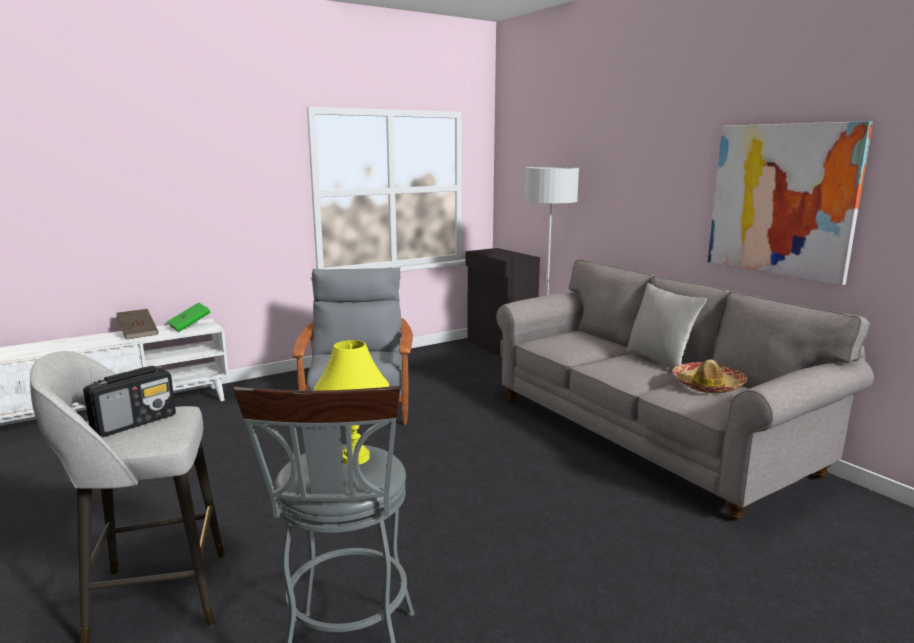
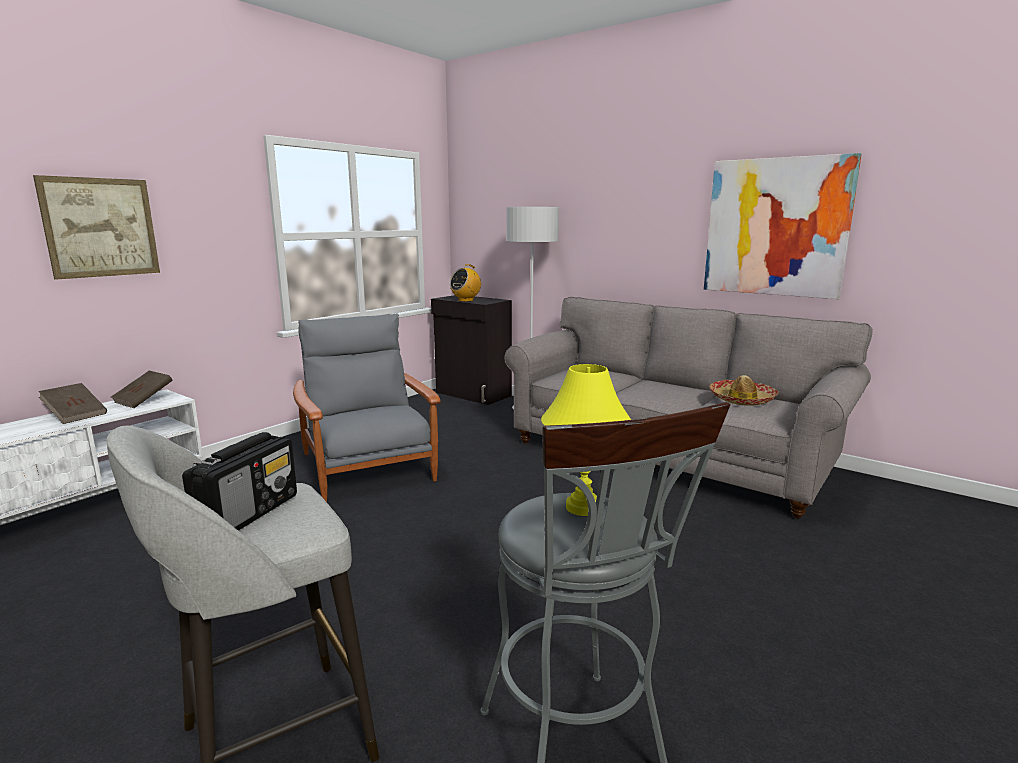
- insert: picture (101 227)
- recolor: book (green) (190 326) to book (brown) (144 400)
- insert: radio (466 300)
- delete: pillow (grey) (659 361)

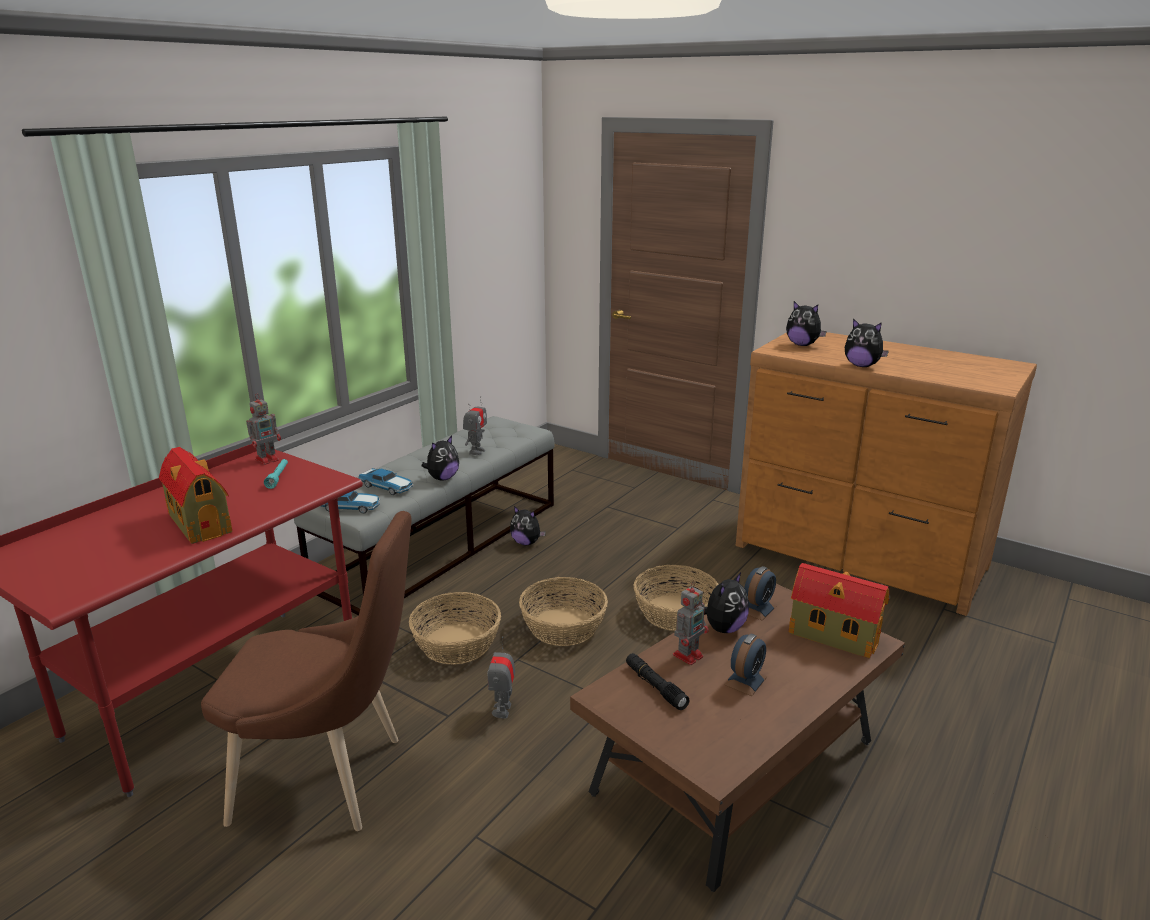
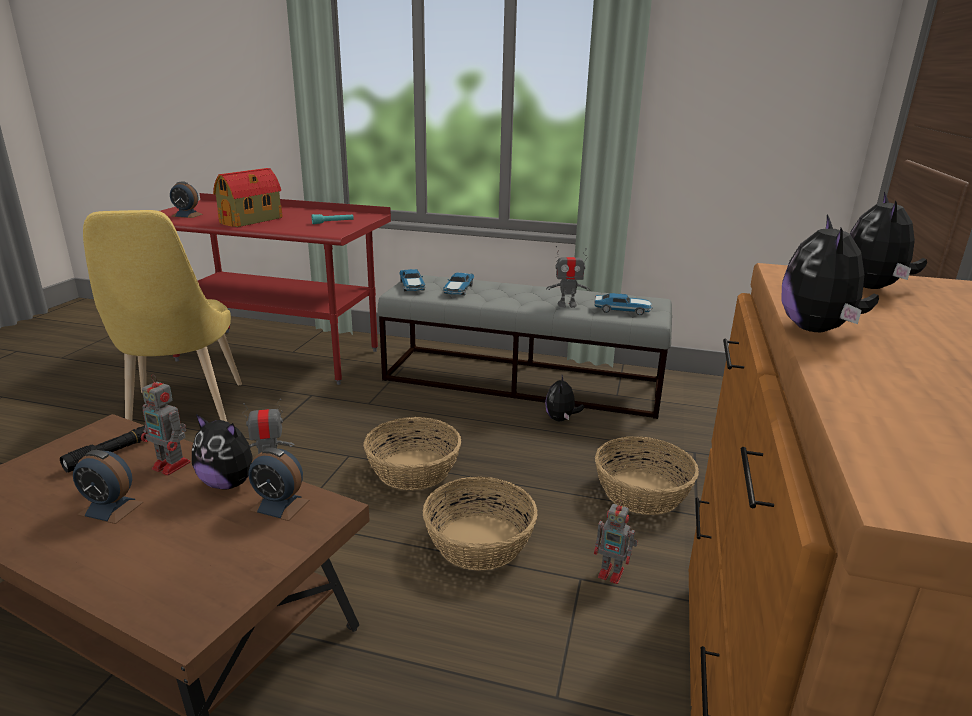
- recolor: chair (brown) (330 779) to chair (yellow) (183 413)
- insert: alarm clock (187 215)
- insert: toy car (622 310)
- move: toy robot (268 459) to (612 573)
- move: basket (457 643) to (642 492)
- delete: plush toy (442 478)
- delete: toy house (831 635)

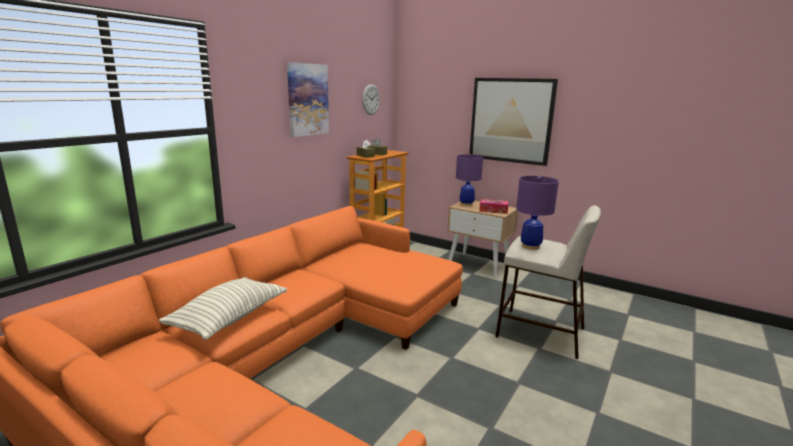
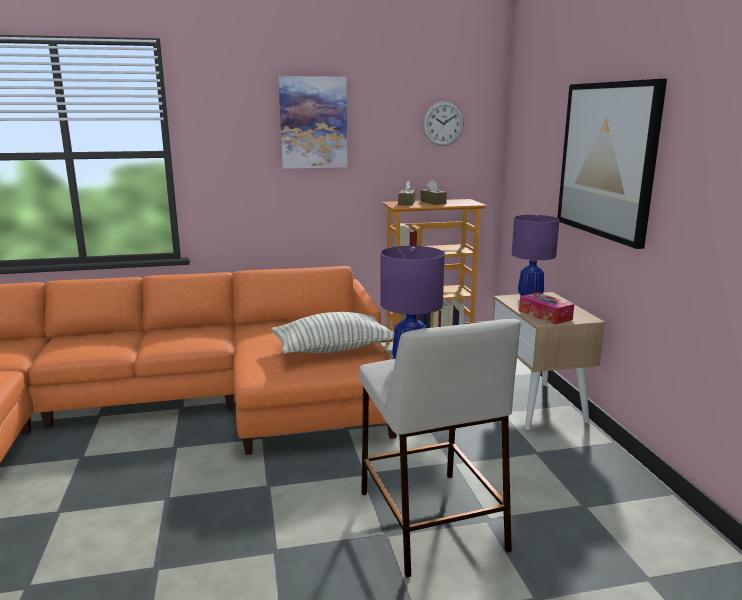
- move: pillow (229 318) to (333 349)

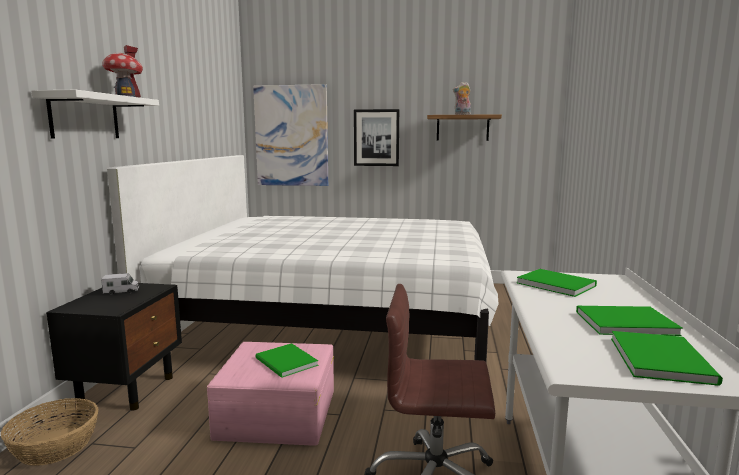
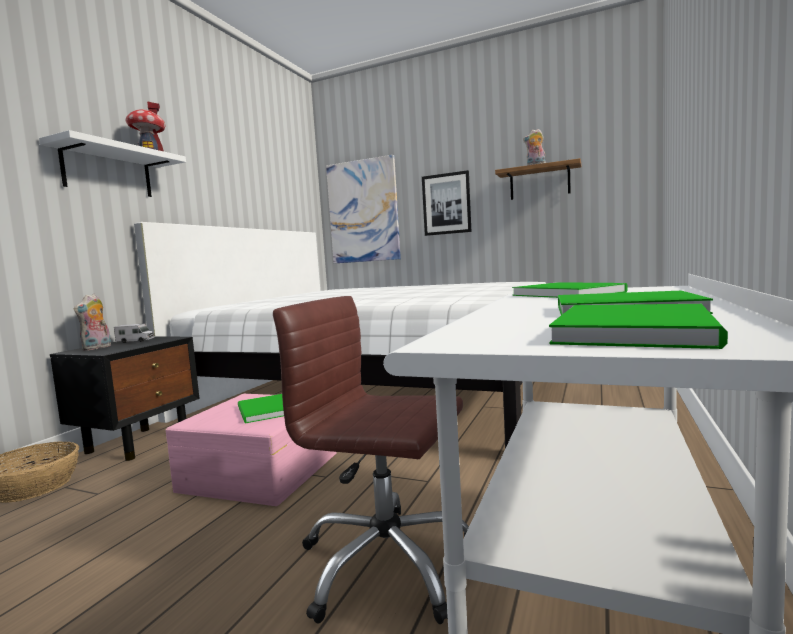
- insert: plush toy (97 348)

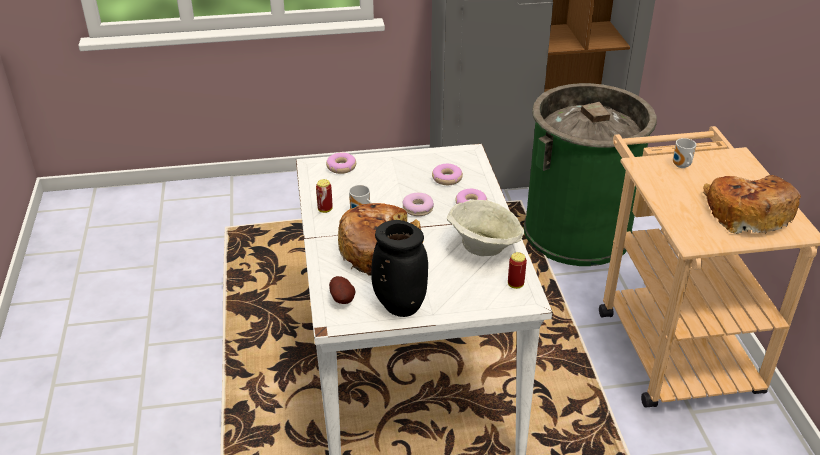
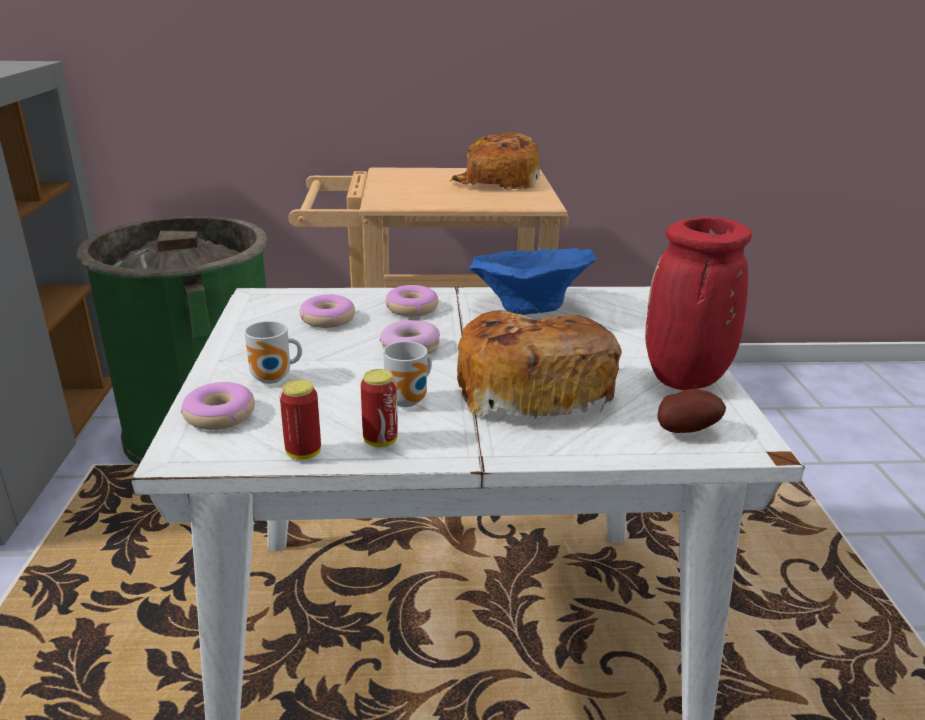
- move: mug (681 166) to (274 379)
- move: can (515 284) to (303 453)
- recolor: bowl (beige) (484 247) to bowl (blue) (528 309)
- recolor: vase (black) (398 305) to vase (red) (685 380)

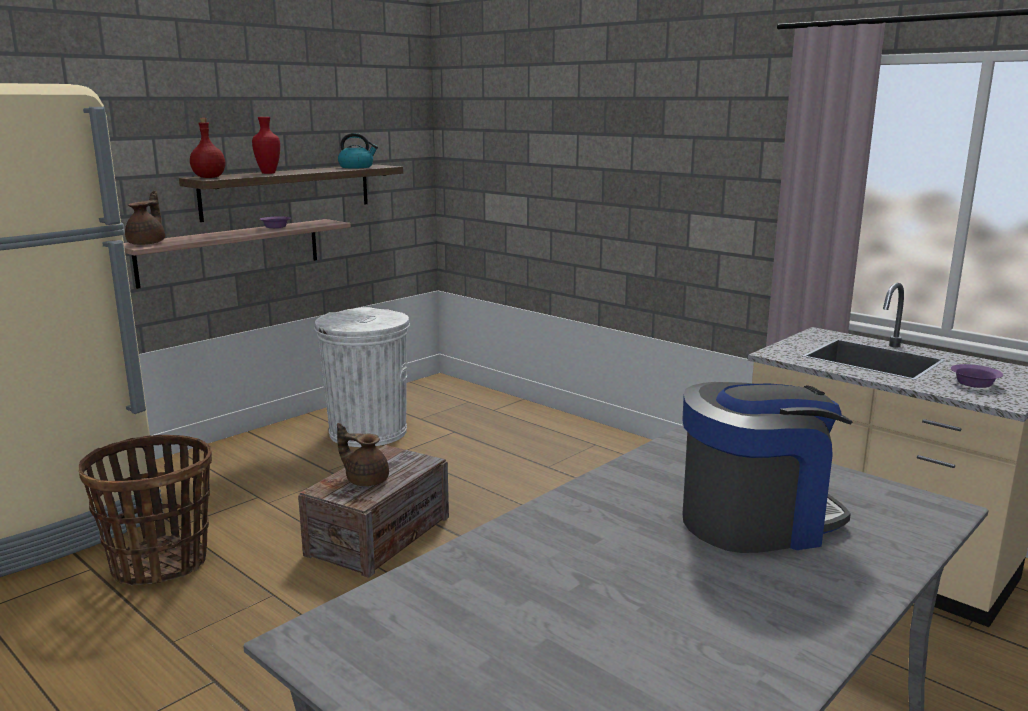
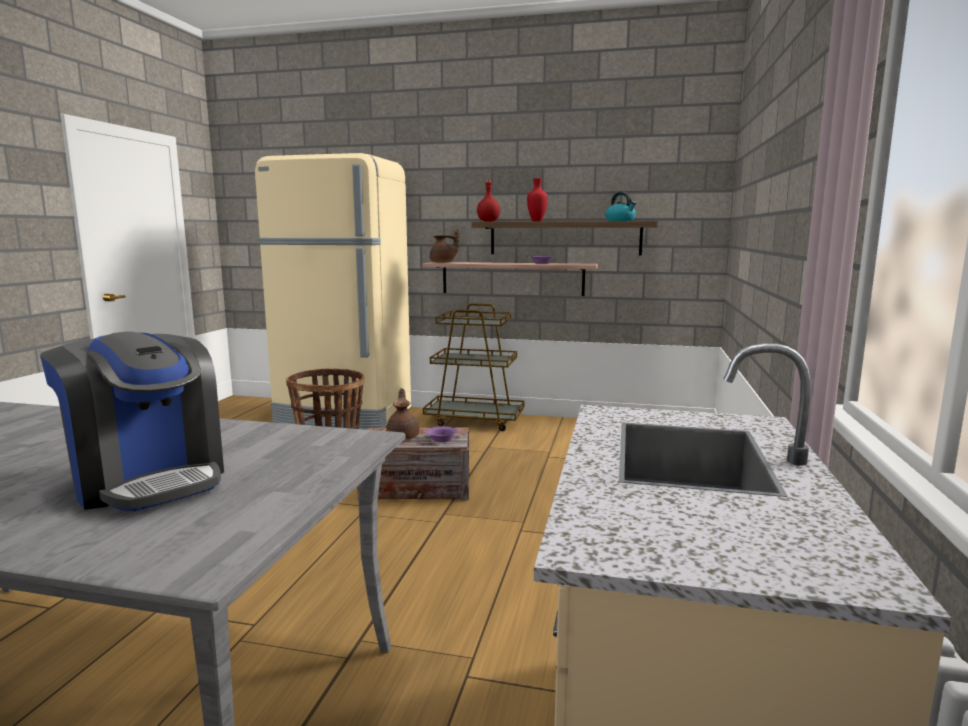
- insert: cart (brown) (475 420)
- move: bowl (purple) (975 384) to (441 439)
- delete: trash can (white) (368 432)

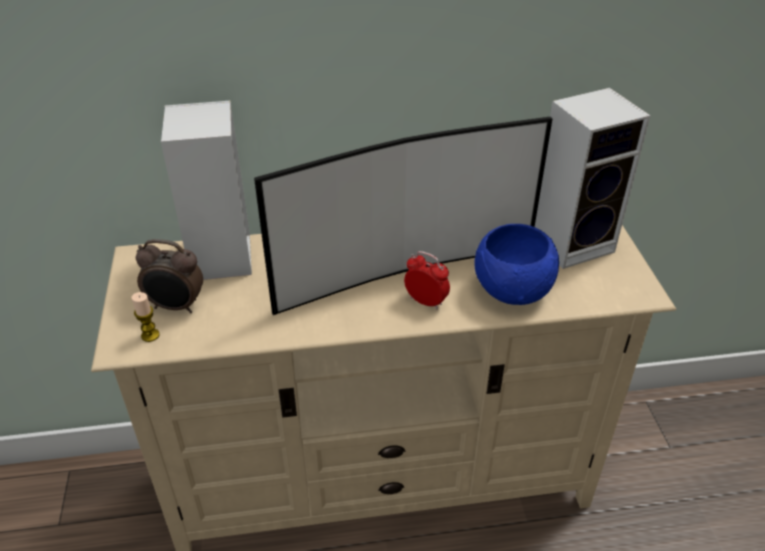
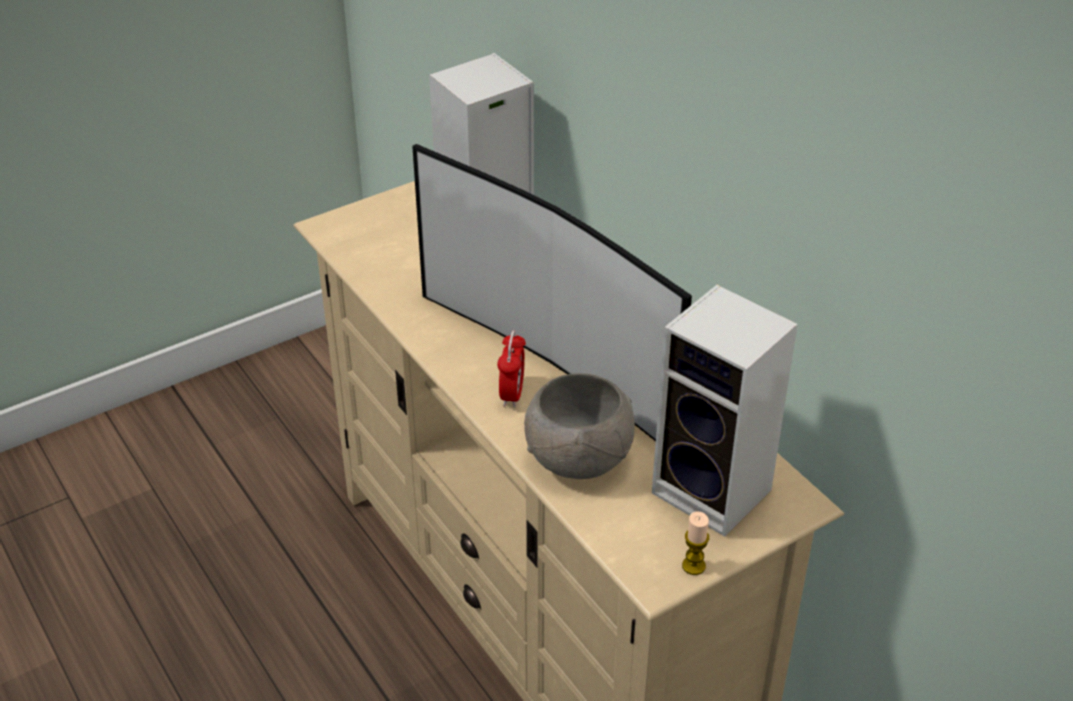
- recolor: bowl (blue) (512 289) to bowl (grey) (581 457)
- move: candle (150 335) to (693 566)
- delete: alarm clock (176 306)

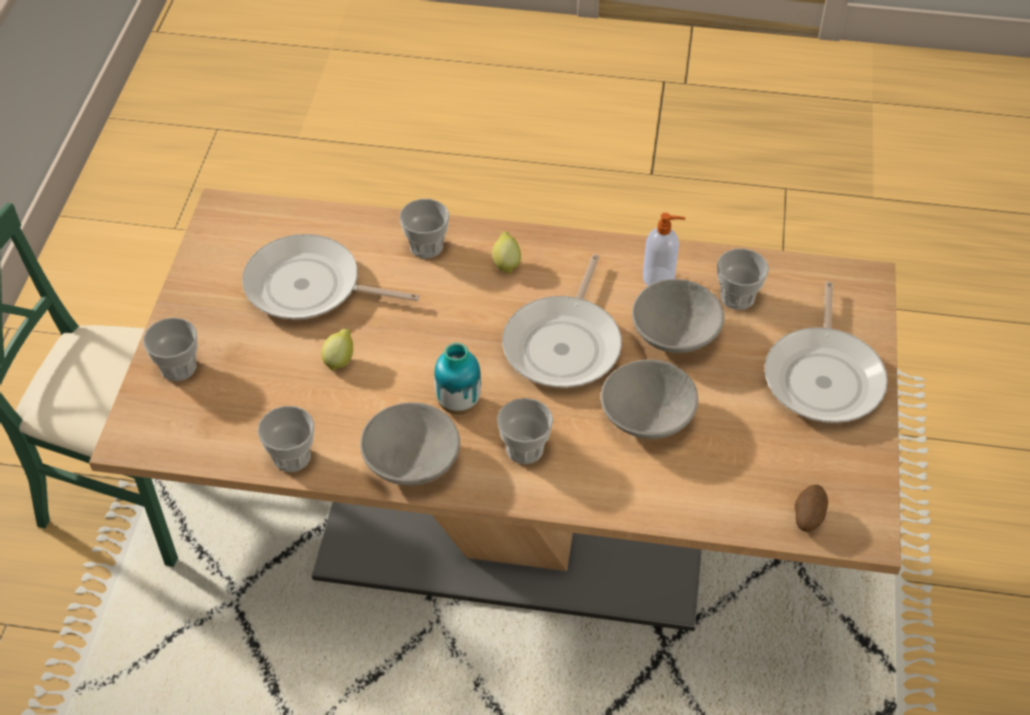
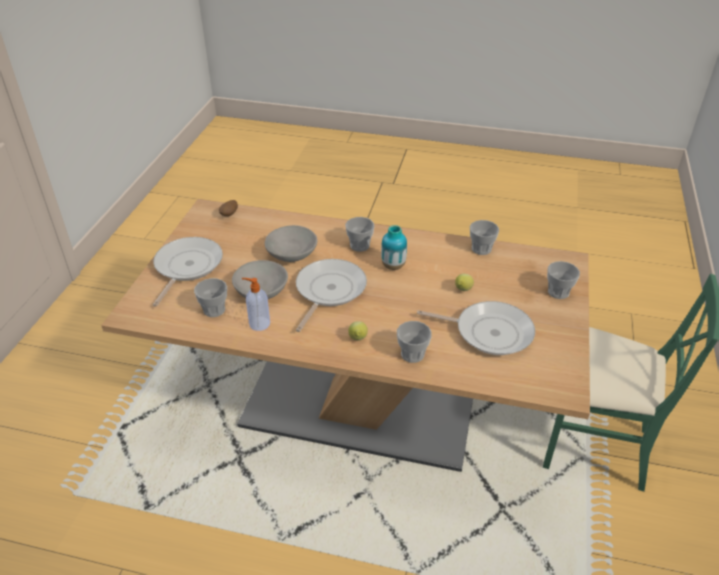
- delete: bowl (grey) (411 462)

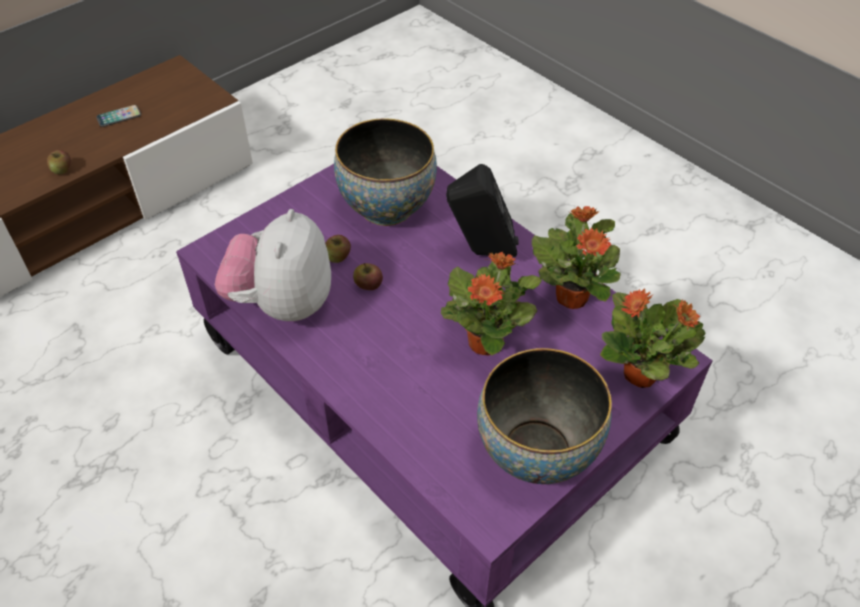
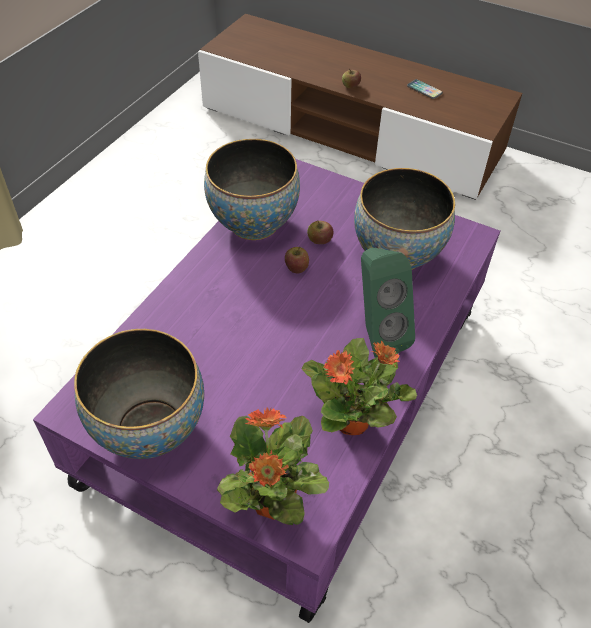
- replace: plush toy (282 303) to bowl (253 223)
- recolor: speaker (black) (480 252) to speaker (green) (376 334)
- delete: potted plant (485 342)

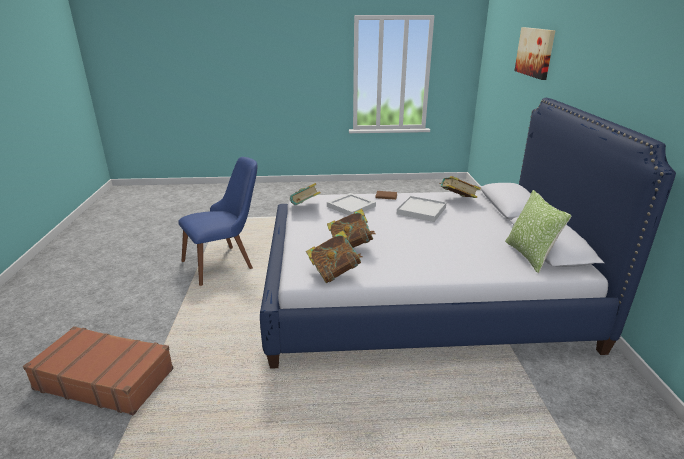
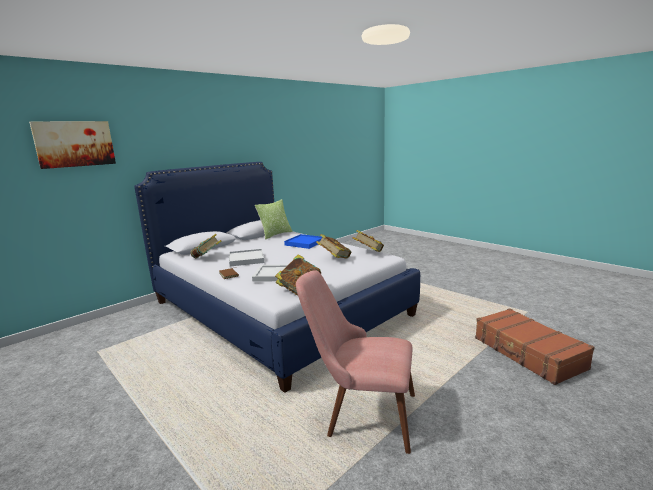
- insert: tray (blue) (304 243)
- recolor: chair (blue) (226 262) to chair (pink) (359 413)

